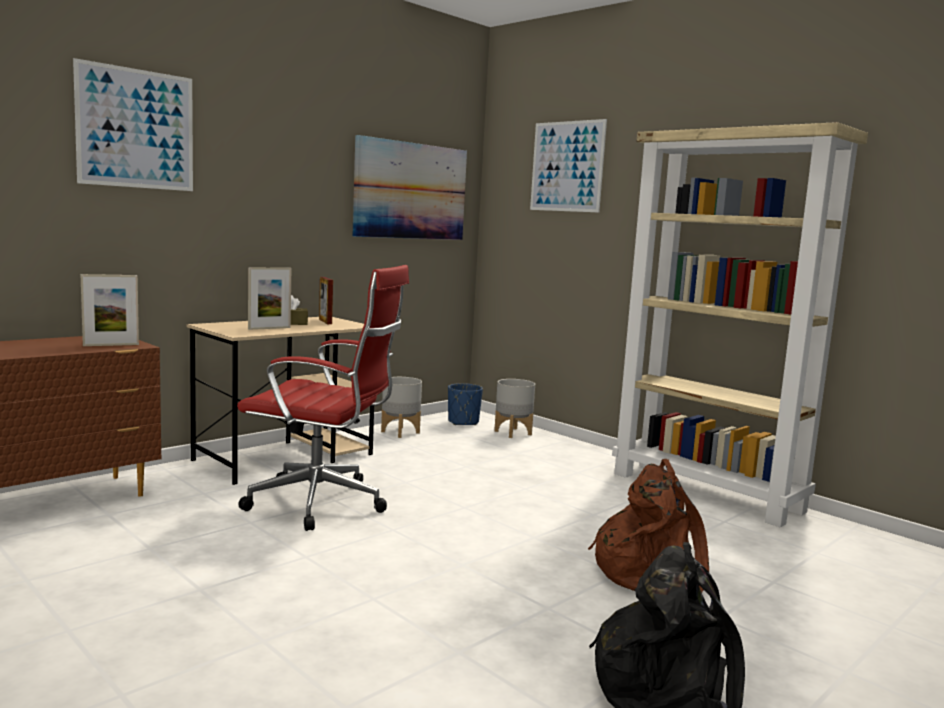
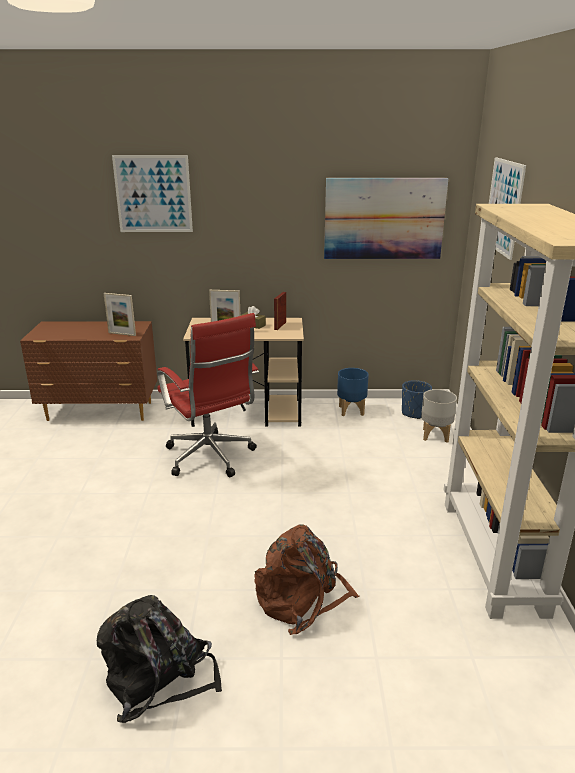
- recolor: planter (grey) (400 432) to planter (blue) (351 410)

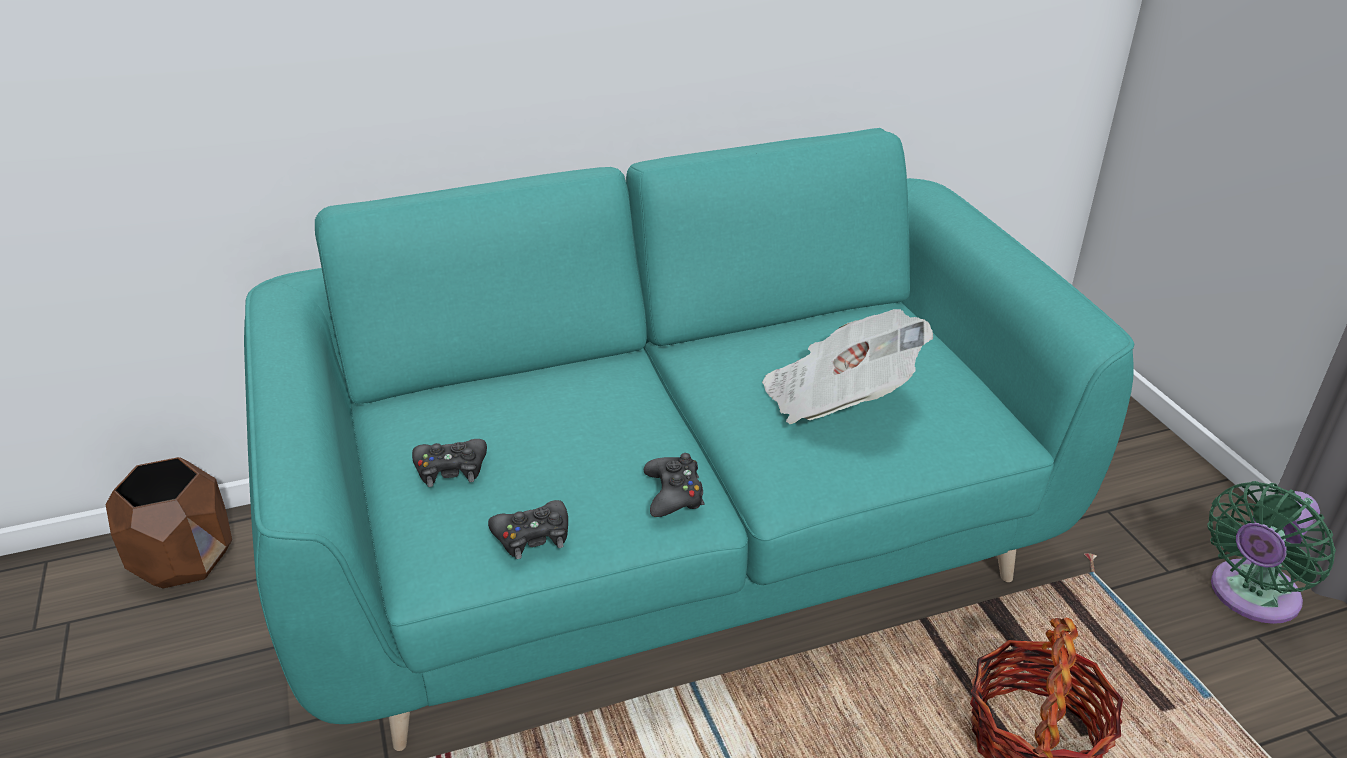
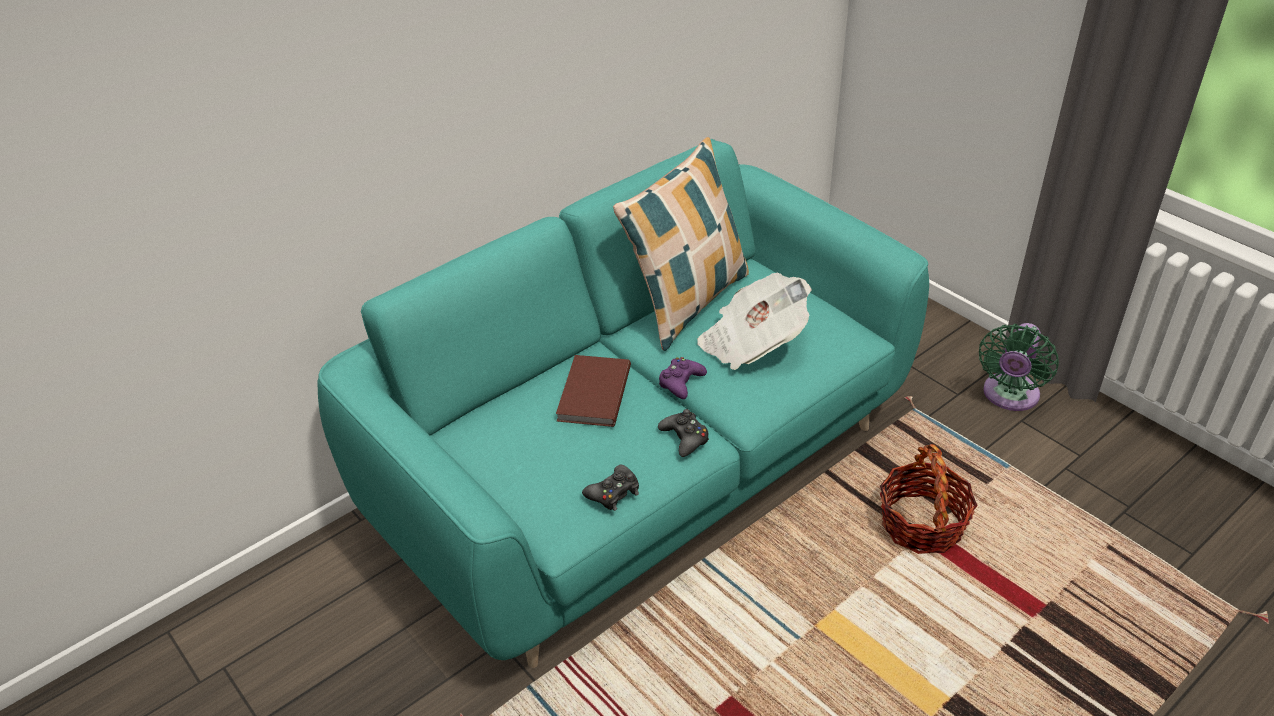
- insert: book (brown) (592 394)
- insert: pillow (687 302)
- insert: game controller (purple) (681 382)
- delete: planter (brown) (186 560)
- delete: game controller (black) (451 469)

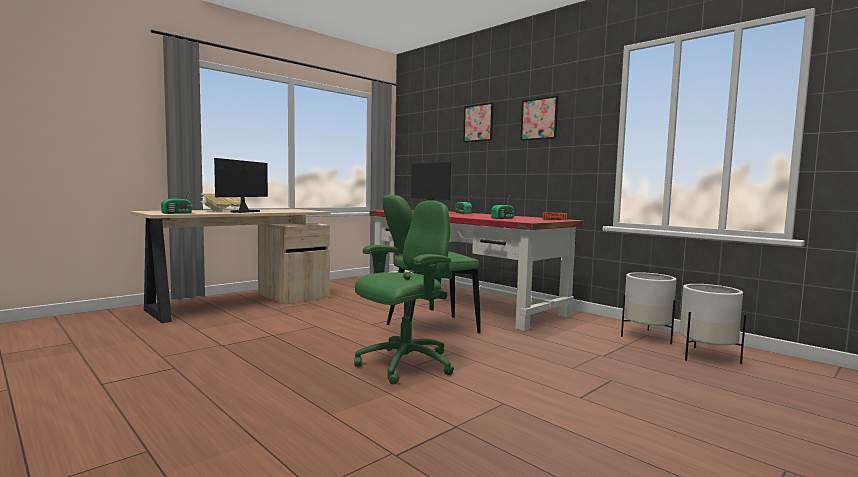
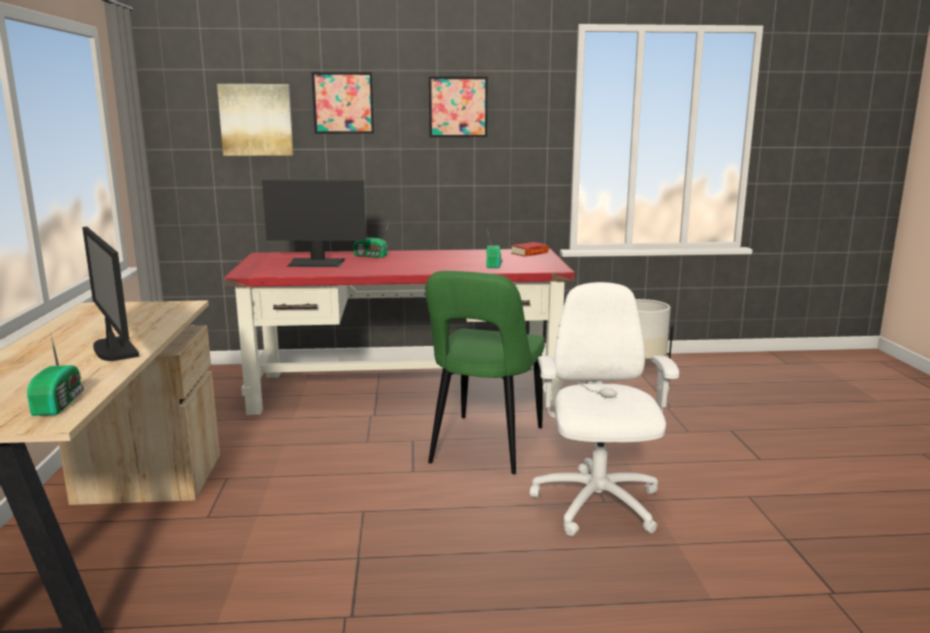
- insert: picture (256 120)
- recolor: office chair (green) (404 365) to office chair (white) (597 505)
- delete: book (222 211)
- delete: planter (white) (706 357)

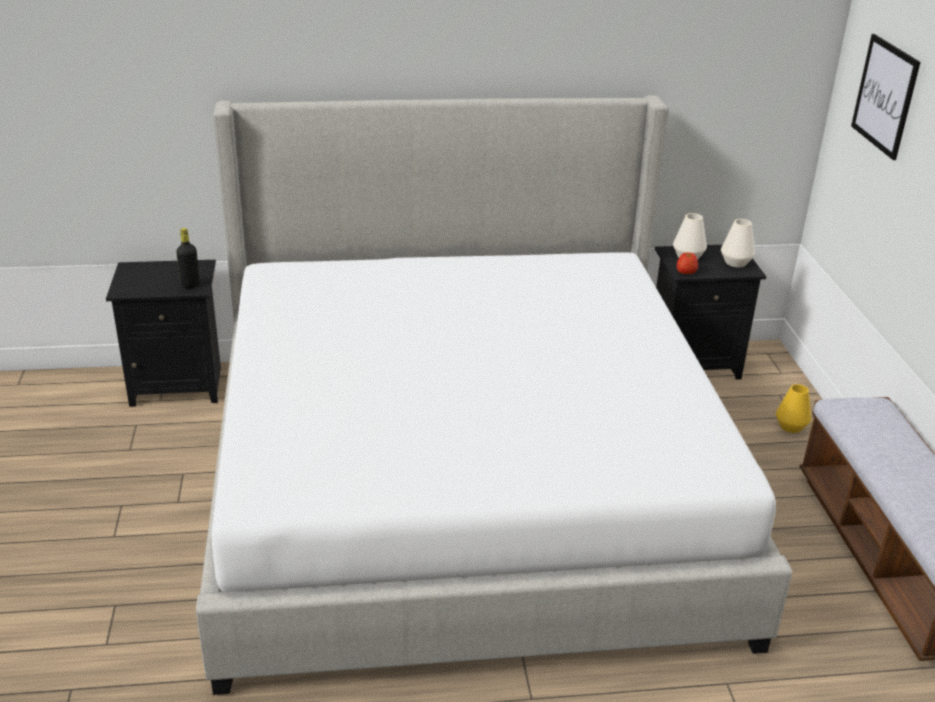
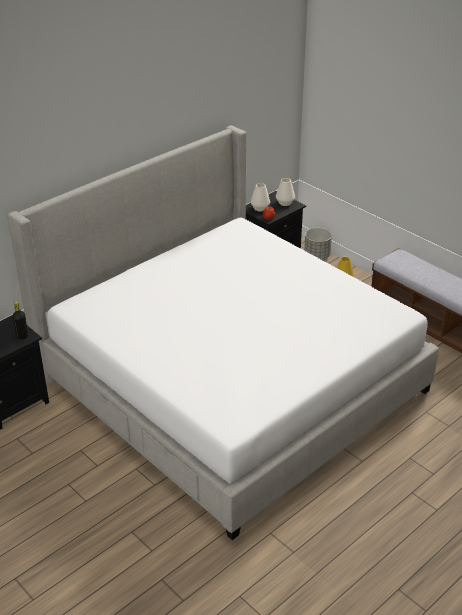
- insert: planter (grey) (317 255)
- delete: picture (885 96)

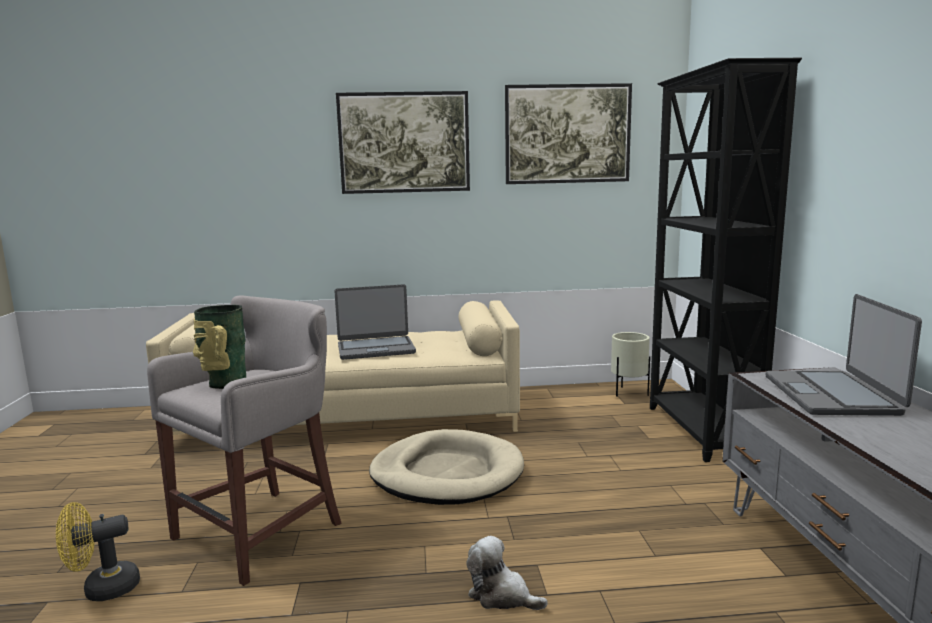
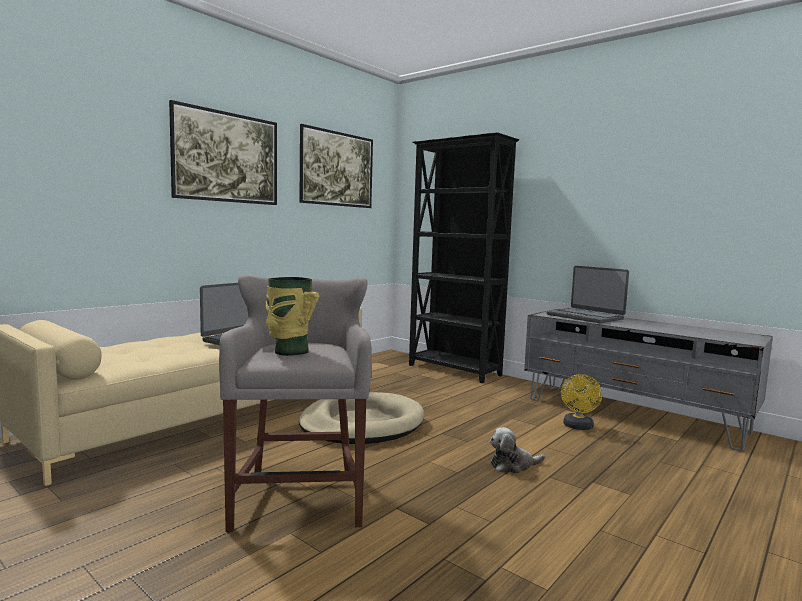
- move: fan (yellow) (102 589) to (578 427)
- delete: planter (beige) (629 393)

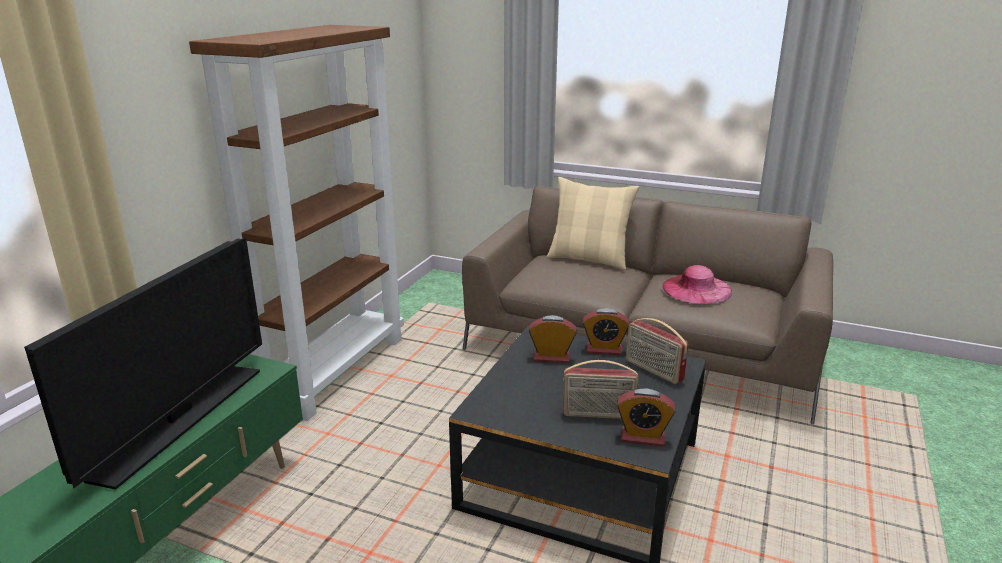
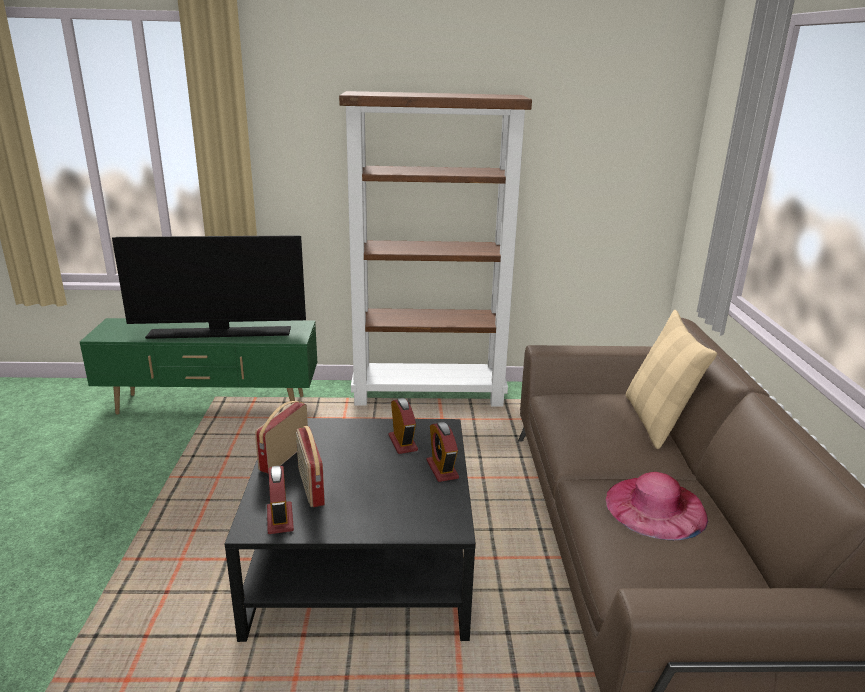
- move: radio (653 371) to (283 456)

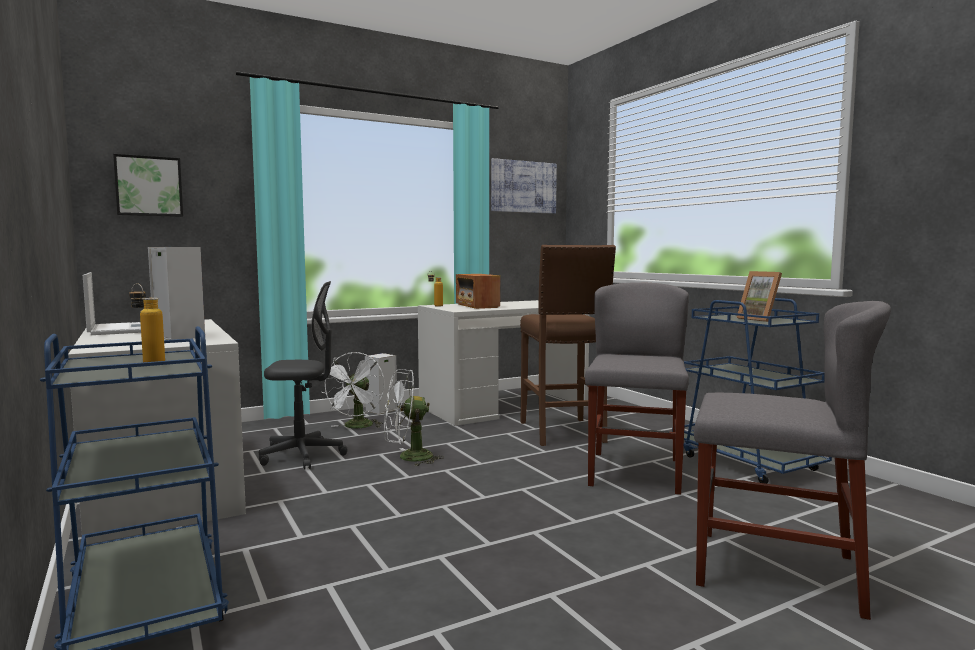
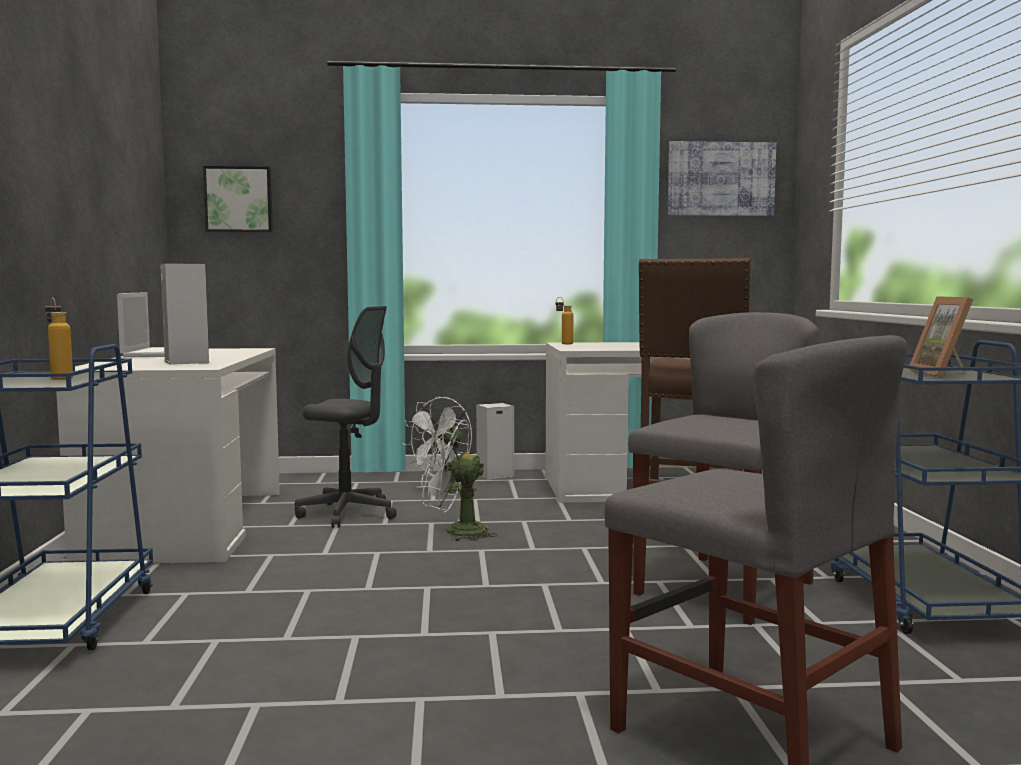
- delete: radio (477 306)

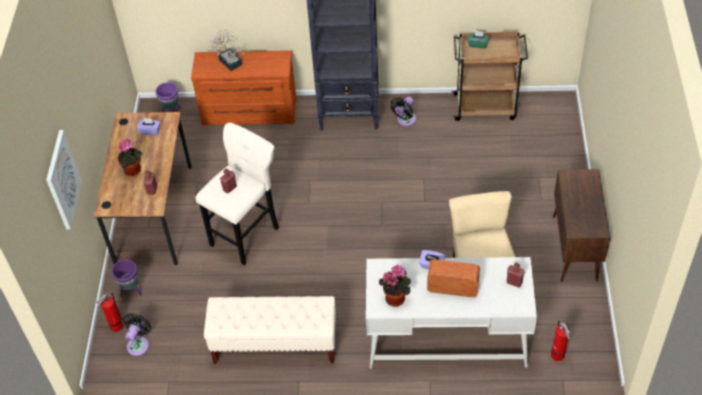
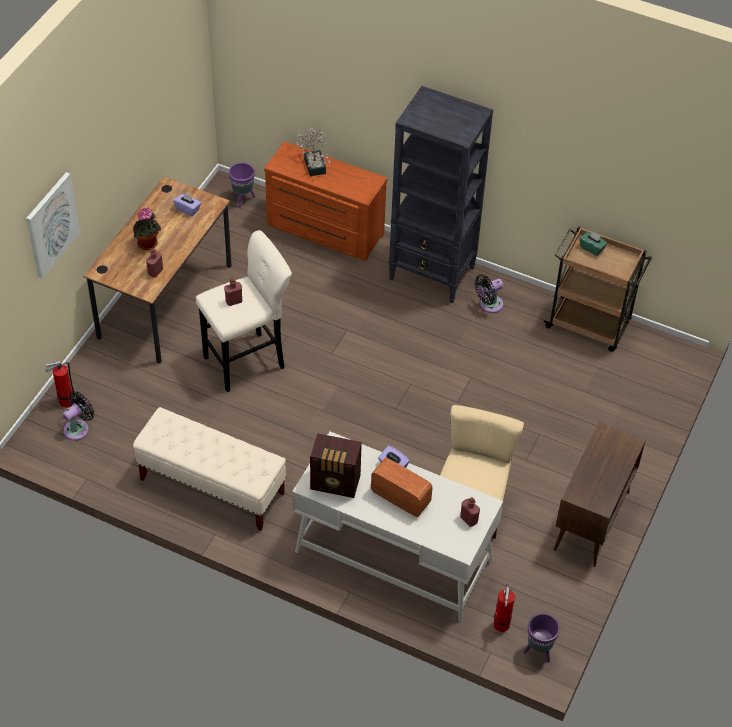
- replace: potted plant (396 297) to radio (336 483)
- move: planter (purple) (131 291) to (538 651)

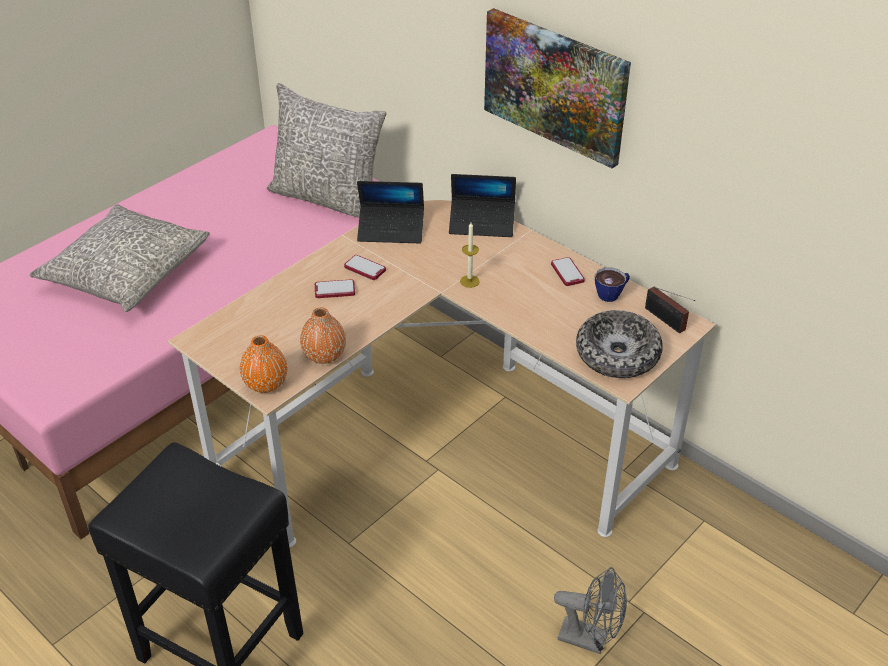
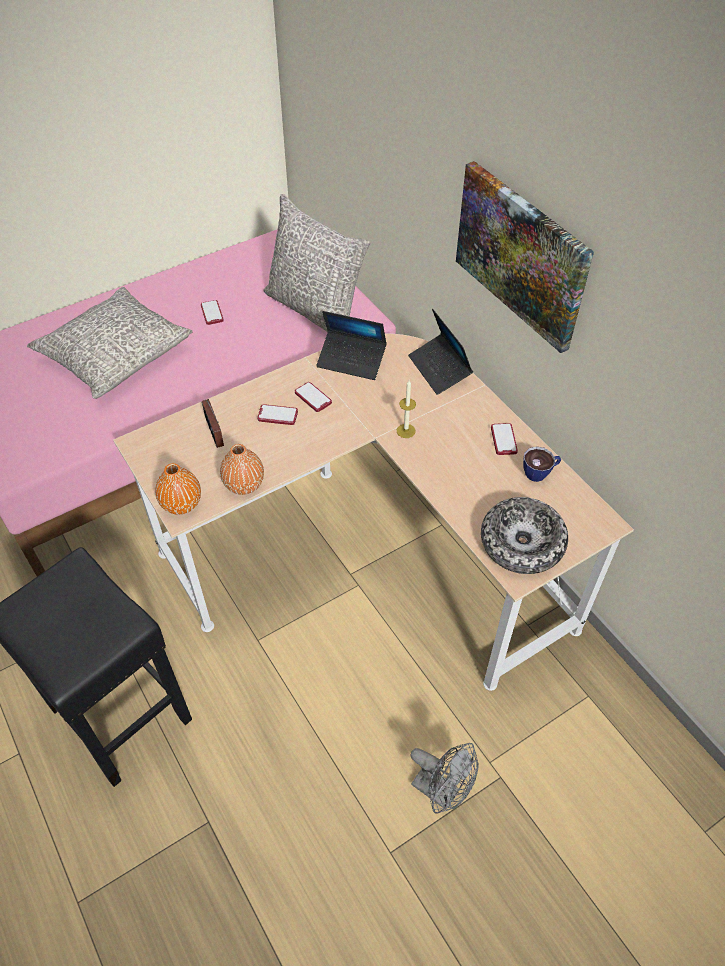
- insert: phone (212 313)
- move: radio (666 321) to (214 433)
- rotate: laptop (482 223) = (439 369) 45 degrees clockwise

